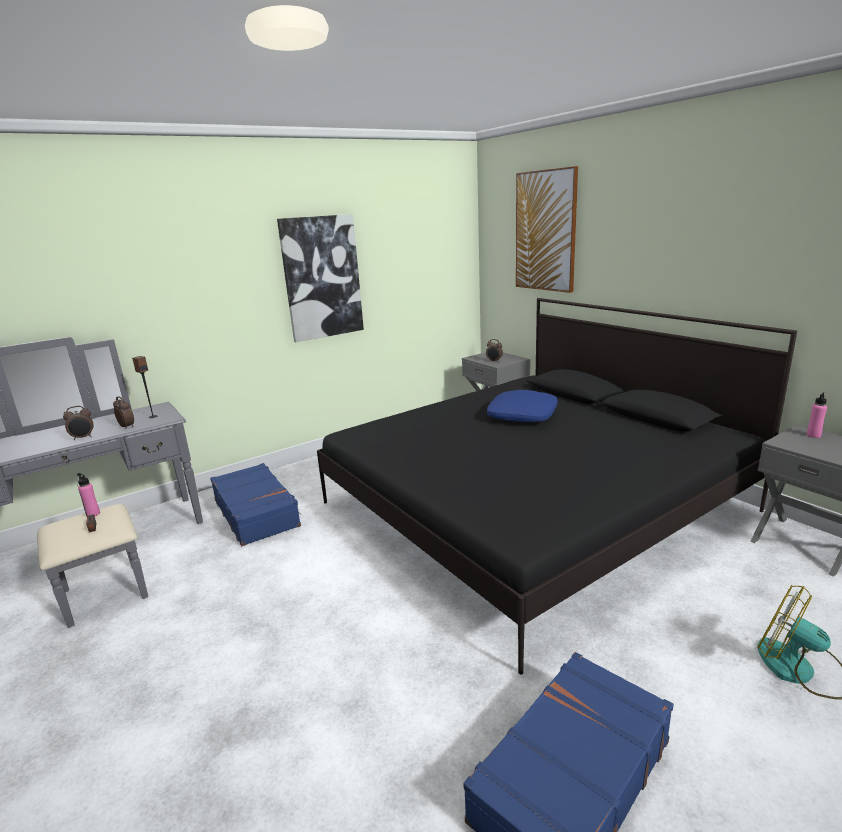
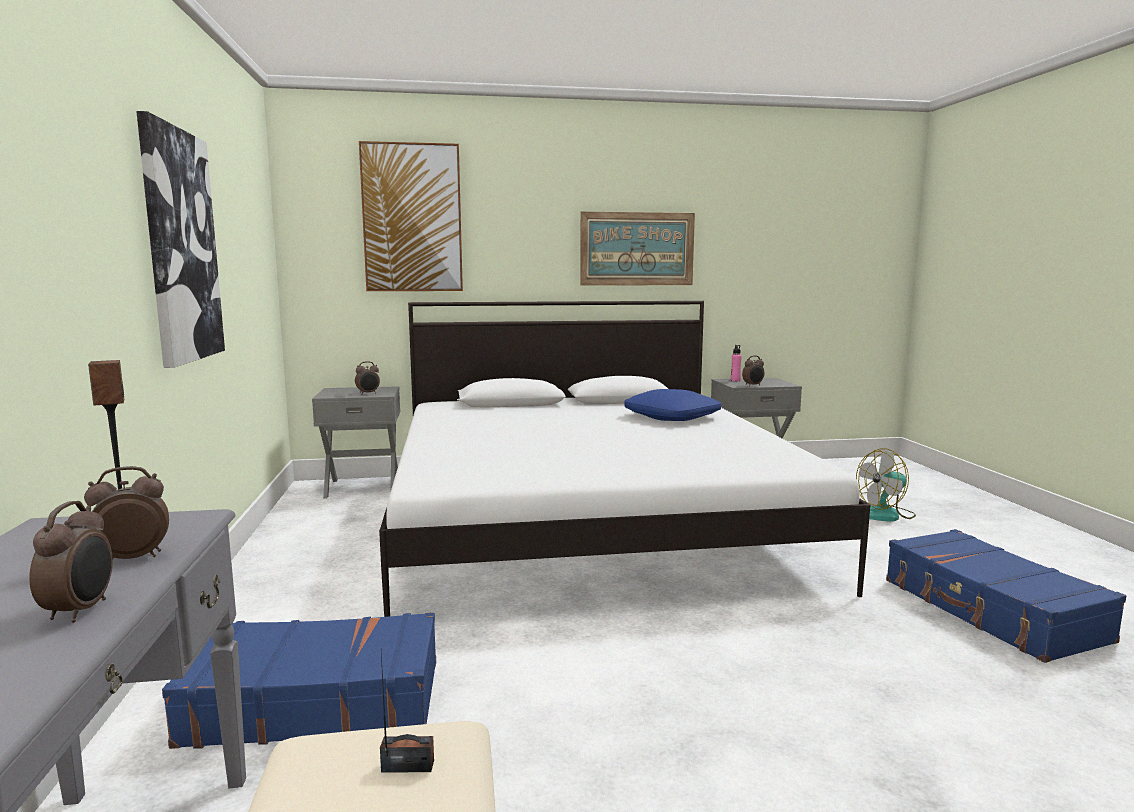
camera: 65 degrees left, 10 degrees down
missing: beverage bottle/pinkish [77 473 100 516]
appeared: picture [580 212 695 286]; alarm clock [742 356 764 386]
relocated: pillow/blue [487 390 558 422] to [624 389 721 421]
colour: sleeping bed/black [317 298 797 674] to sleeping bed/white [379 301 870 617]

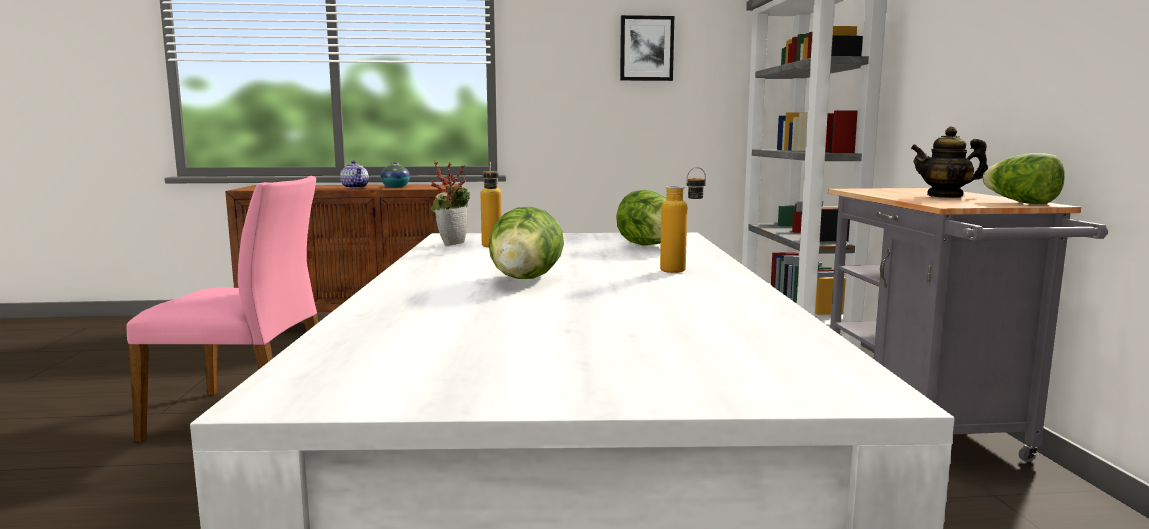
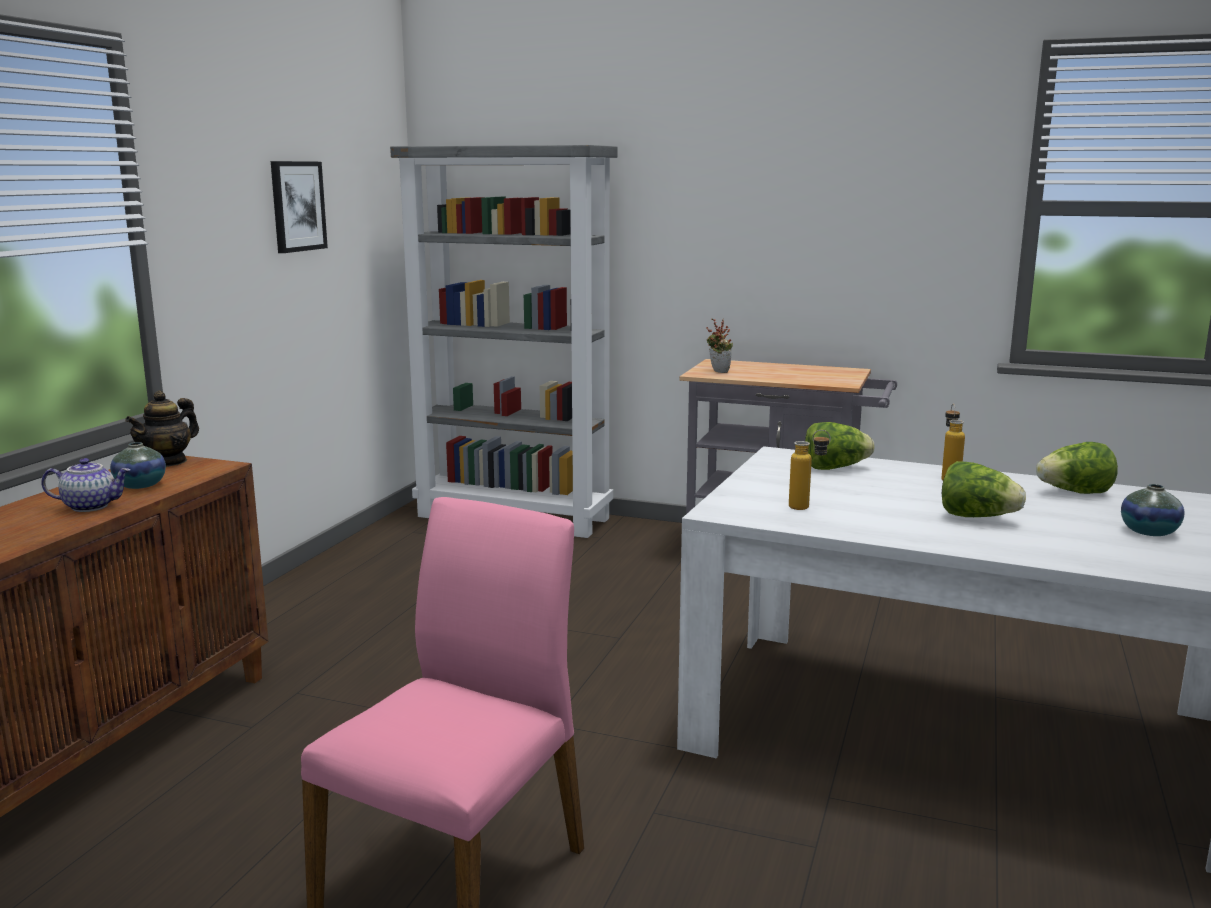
camera: 65 degrees left, 5 degrees up
appeared: flower vase [1121 484 1185 536]
relocated: pot for tea [911 126 988 198] to [125 390 199 467]; houseplant [431 160 470 245] to [706 318 733 373]; lettuce head [983 153 1065 204] to [1036 442 1118 494]

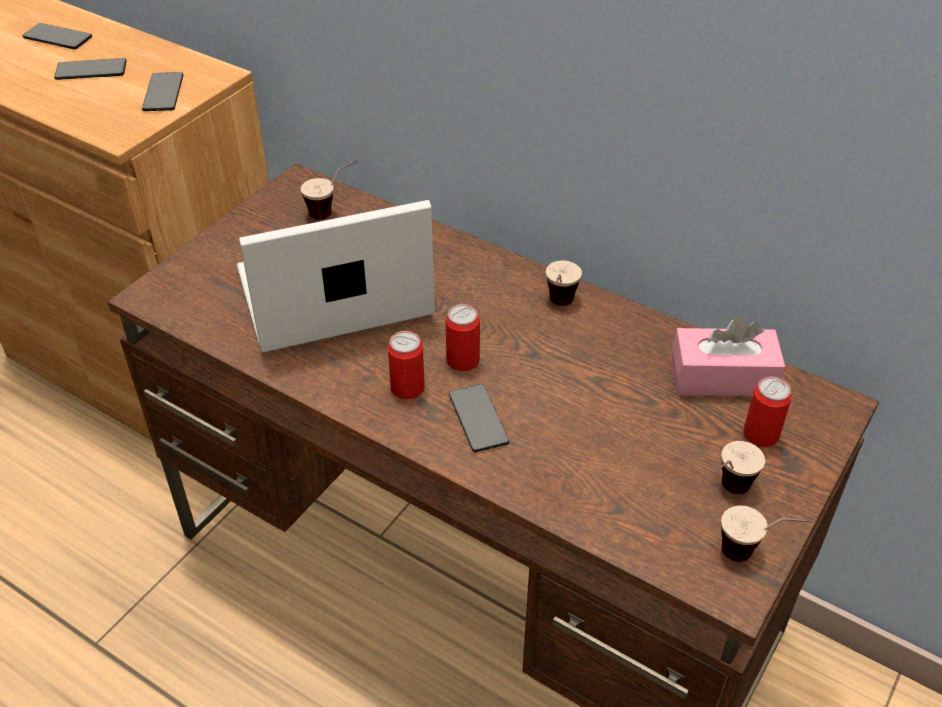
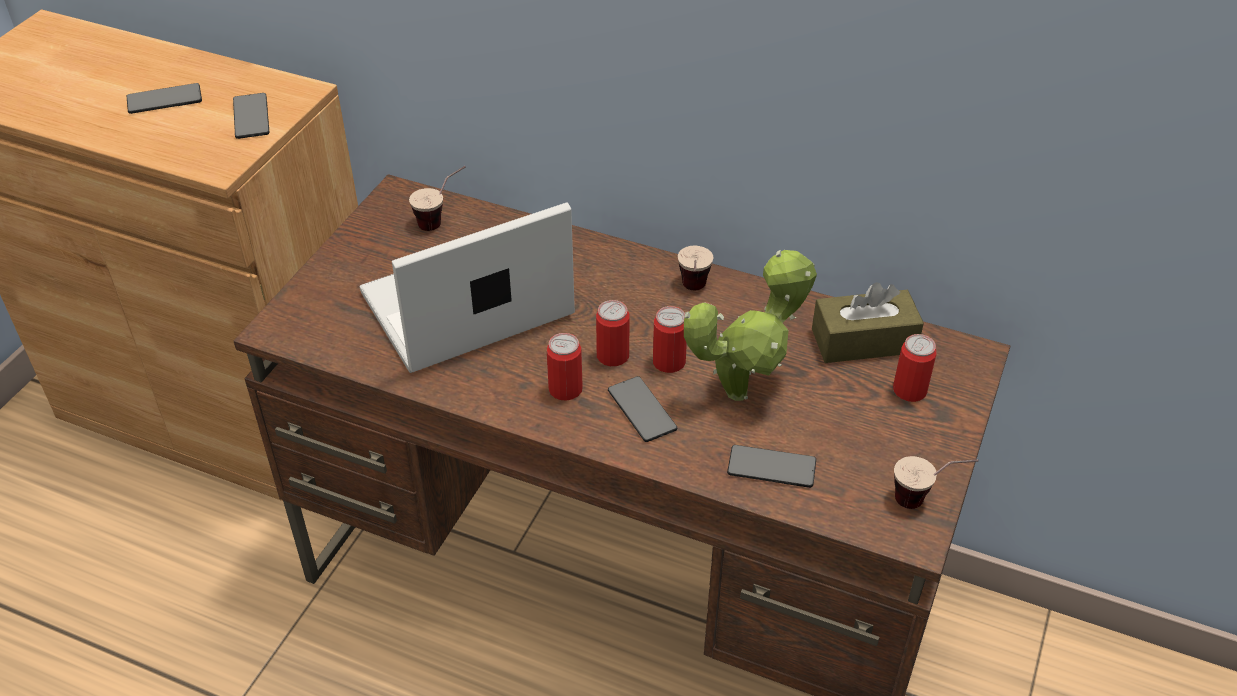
camera: 10 degrees left, 0 degrees up
missing: small cup [715 441 765 494]
appeared: can [653 306 687 373]; houseplant [684 250 817 401]
relocated: telephone [23 23 92 49] to [727 445 816 488]
colour: box of tissues/pinkish [671 317 785 396] to box of tissues/brown-coloured [812 282 924 363]

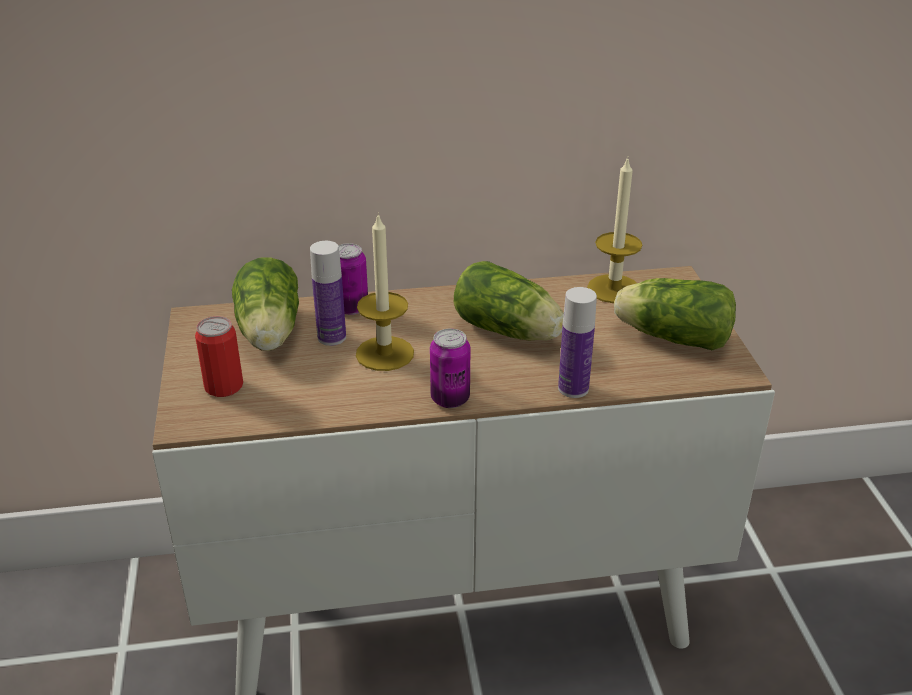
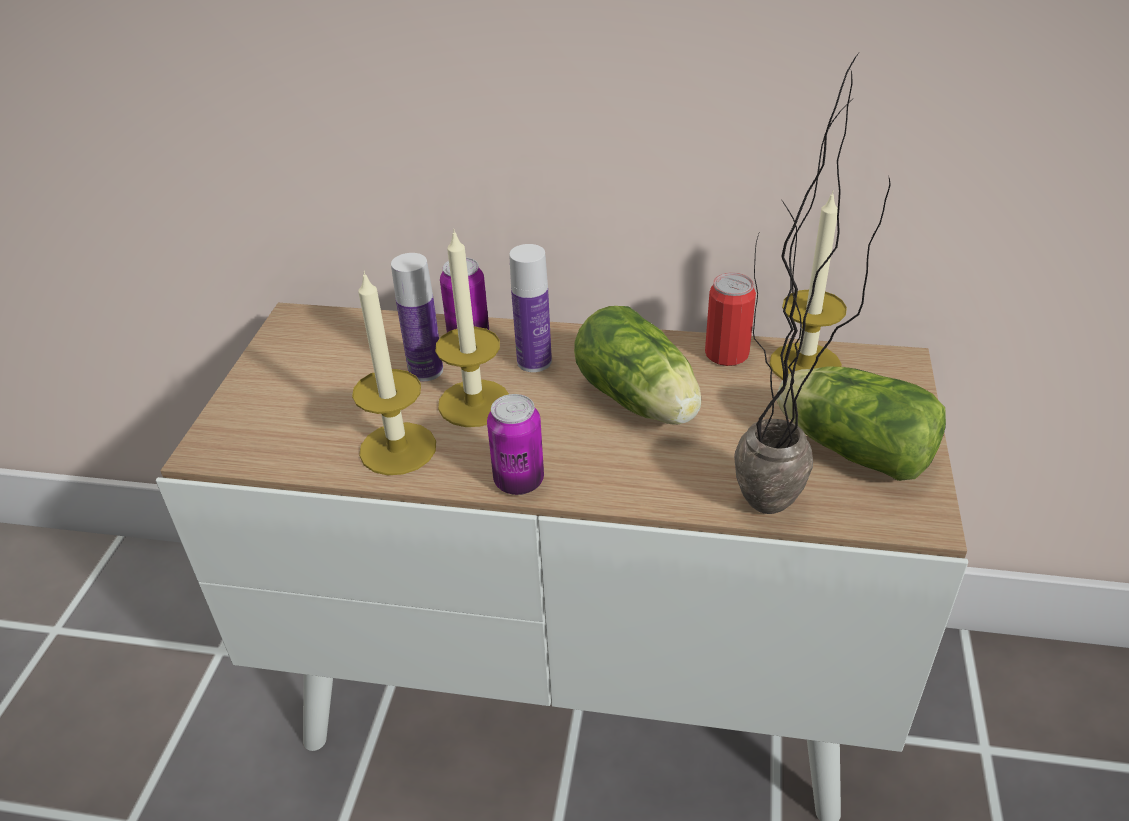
camera: 20 degrees right, 5 degrees up
missing: lettuce head [232 257 299 351]
appeared: wax candle [352 271 436 475]; houseplant [734 53 891 514]
relocated: beverage bottle [558 287 597 398] to [509 244 552 372]; can [195 316 243 397] to [705 273 756 366]

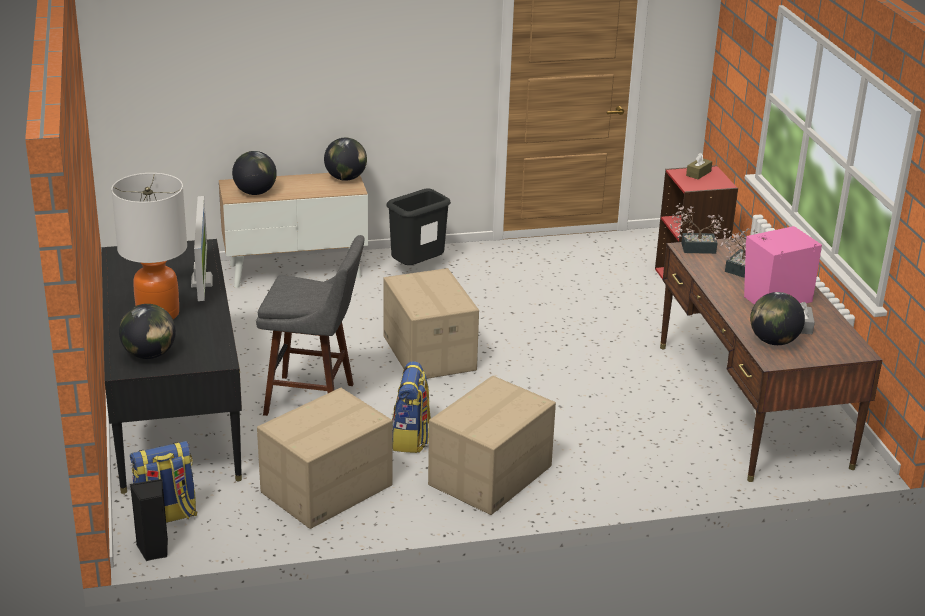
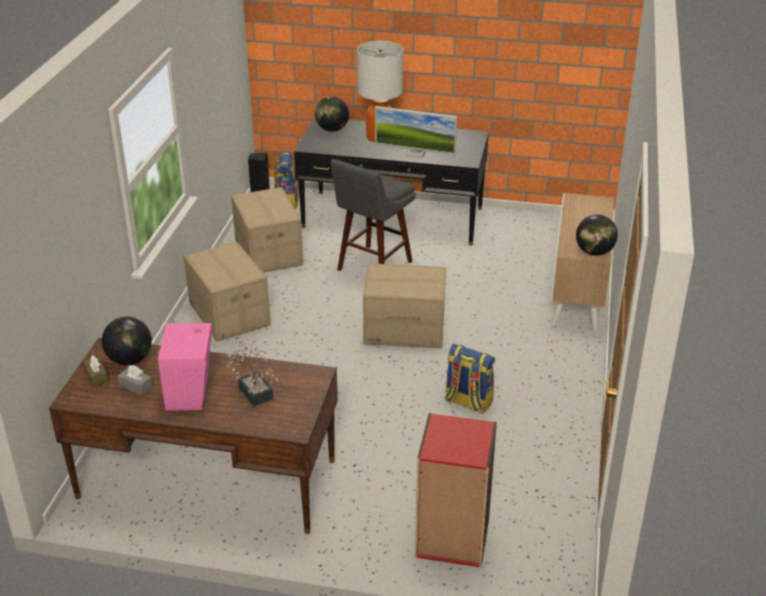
camera: 115 degrees right, 5 degrees up
missing: globe [232 151 277 195]; trash can/black [386 188 451 265]; houseplant [670 203 727 254]
relocated: box of tissues/brown-coloured [686 152 712 179] to [83 355 108 387]; rucksack [392 361 431 453] to [445 344 495 414]

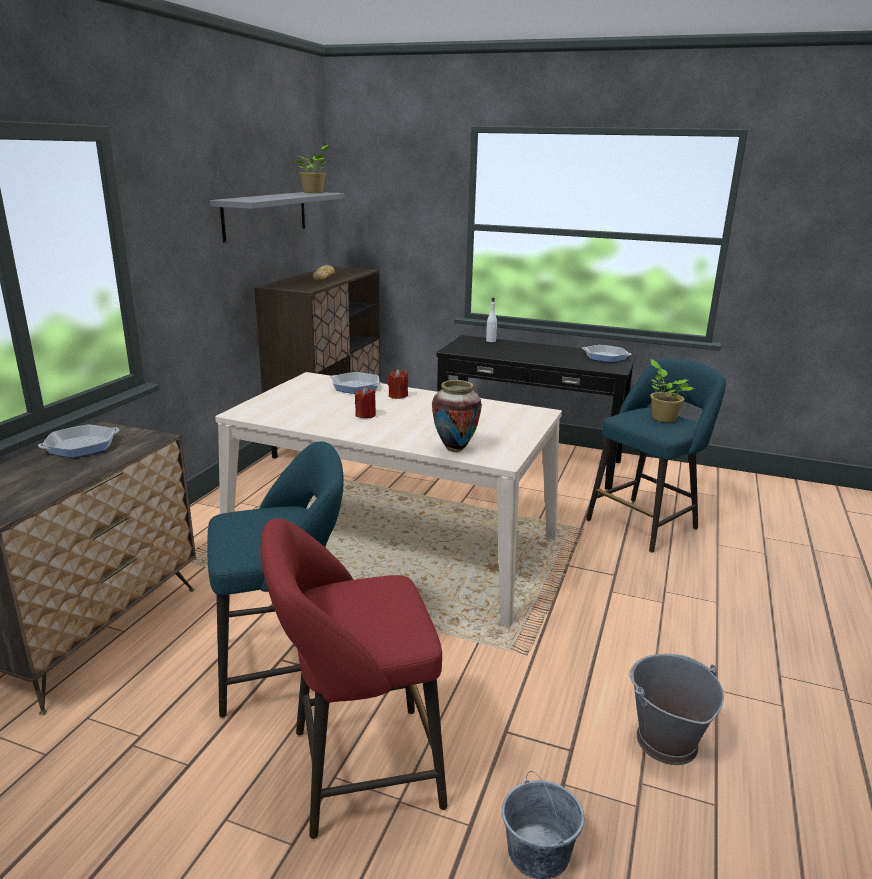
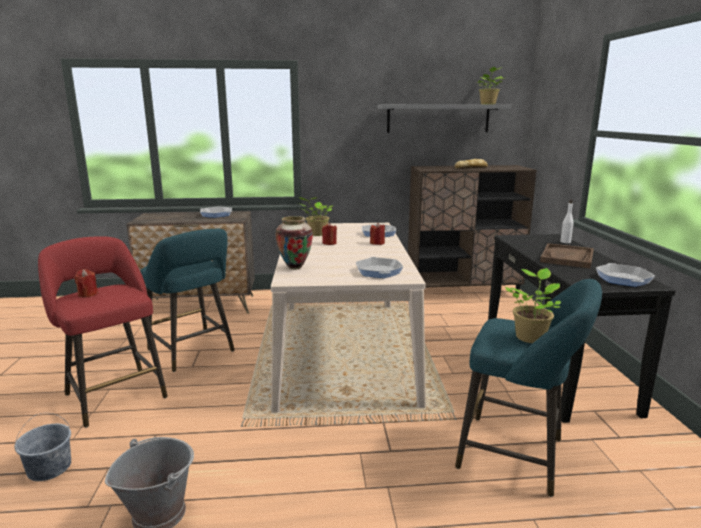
camera: 65 degrees right, 5 degrees down
appeared: wax candle/reddish [74 269 98 297]; houseplant [298 197 333 236]; pan [356 257 403 278]; carrying tray/brown-coloured [540 243 594 269]

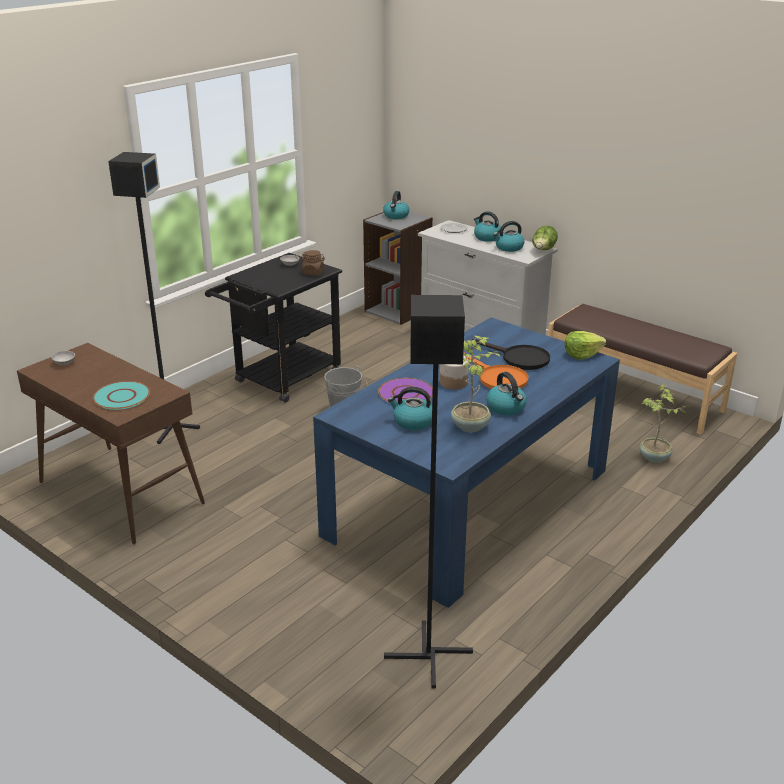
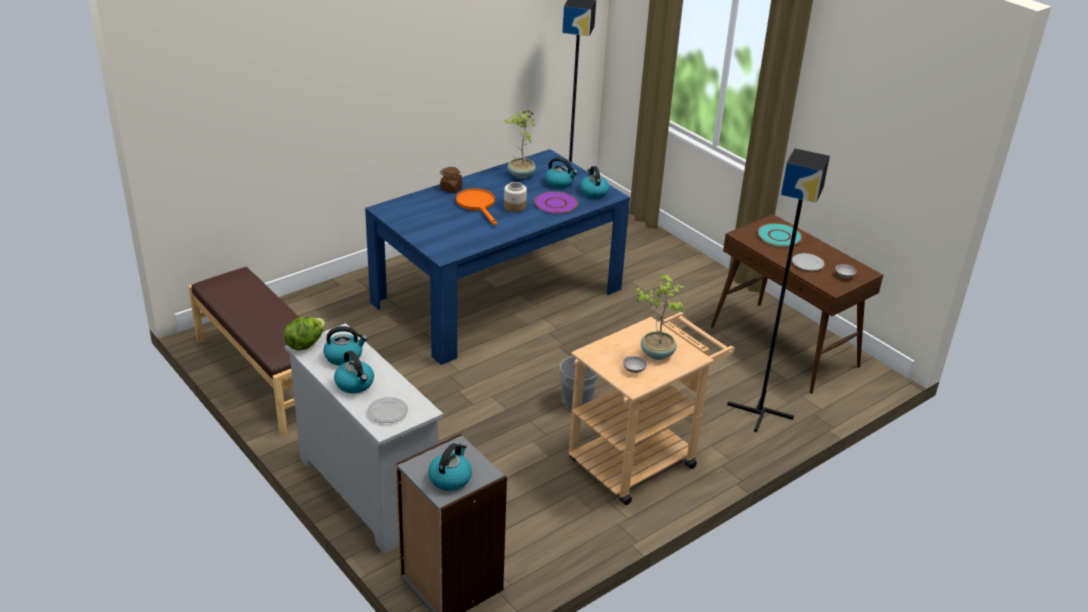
camera: 170 degrees left, 5 degrees up
missing: pan/black [472 339 550 370]; lettuce head [564 331 606 360]
appeared: dinner plate [792 253 825 271]
relocated: storage jar/brown-coloured [301 250 325 276] to [440 167 462 193]; kettle [486 372 527 415] to [579 166 609 199]; houseplant [639 384 690 463] to [635 274 685 360]
colour: trolley/black [205 253 342 403] to trolley/beige [569 312 735 505]

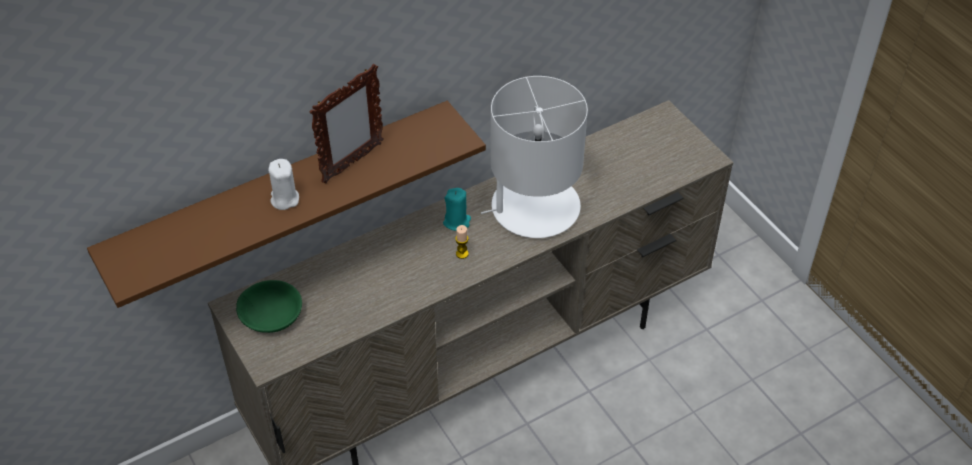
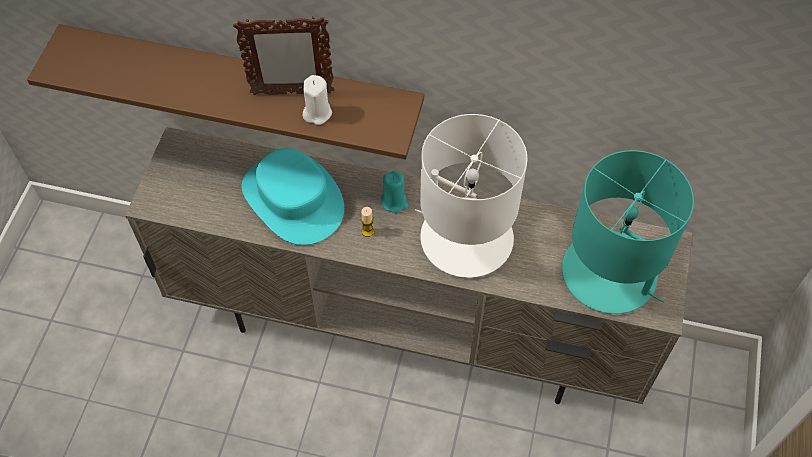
camera: 45 degrees right, 10 degrees up
missing: deep dish/green-coloured [236 280 302 333]
appeared: clothing hat/blue-green [242 148 344 245]; table lamp/blue-green [562 150 694 314]
relocated: wax candle/white [268 159 299 210] to [302 75 332 125]

